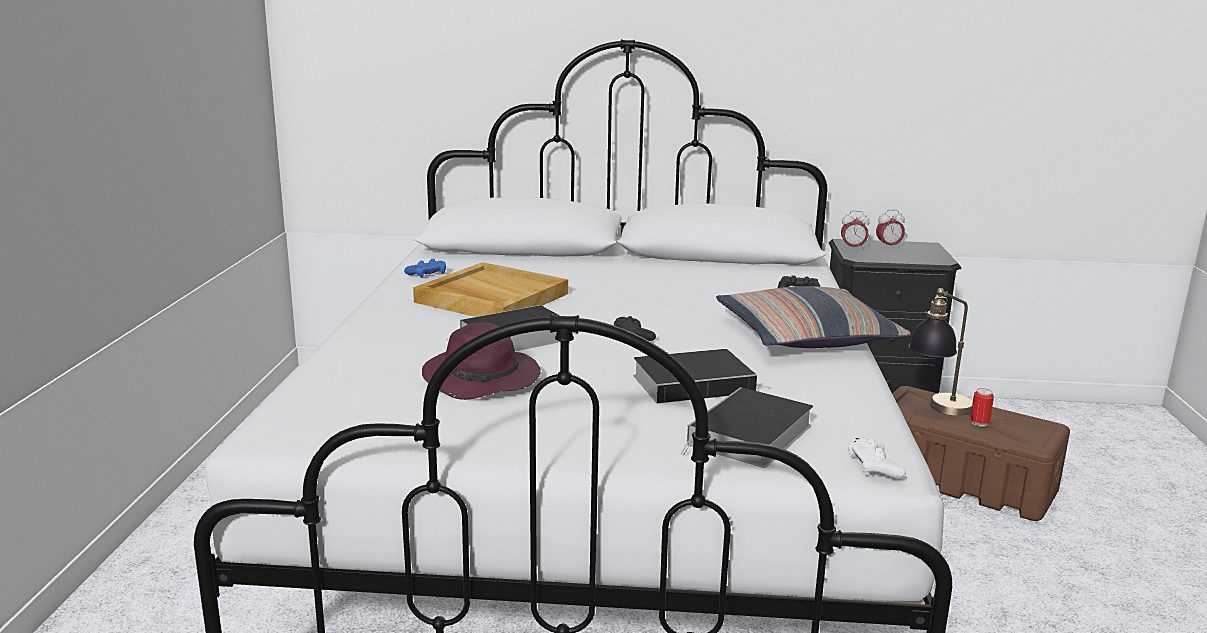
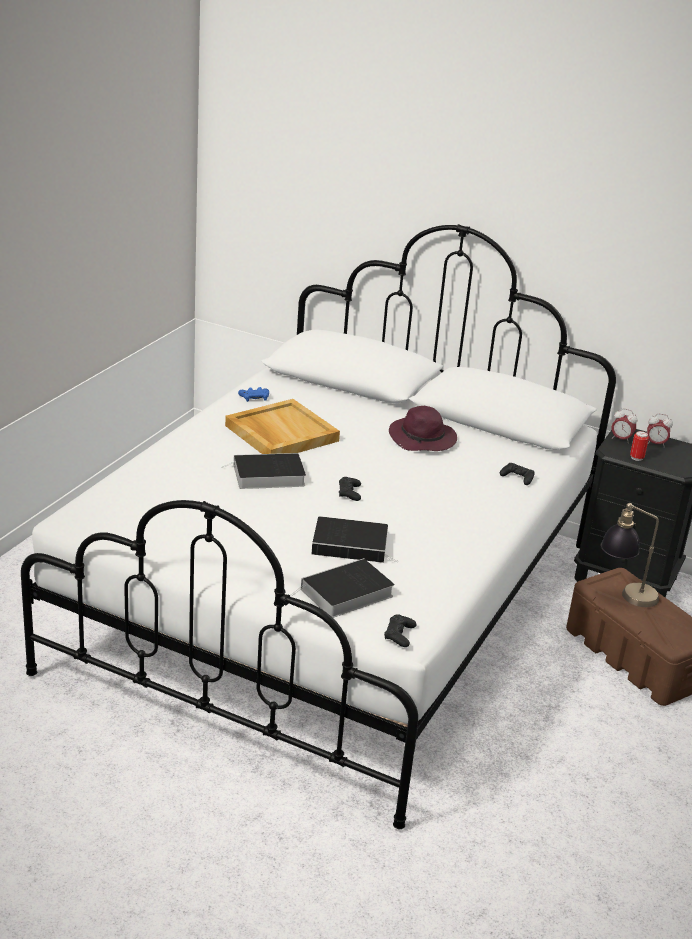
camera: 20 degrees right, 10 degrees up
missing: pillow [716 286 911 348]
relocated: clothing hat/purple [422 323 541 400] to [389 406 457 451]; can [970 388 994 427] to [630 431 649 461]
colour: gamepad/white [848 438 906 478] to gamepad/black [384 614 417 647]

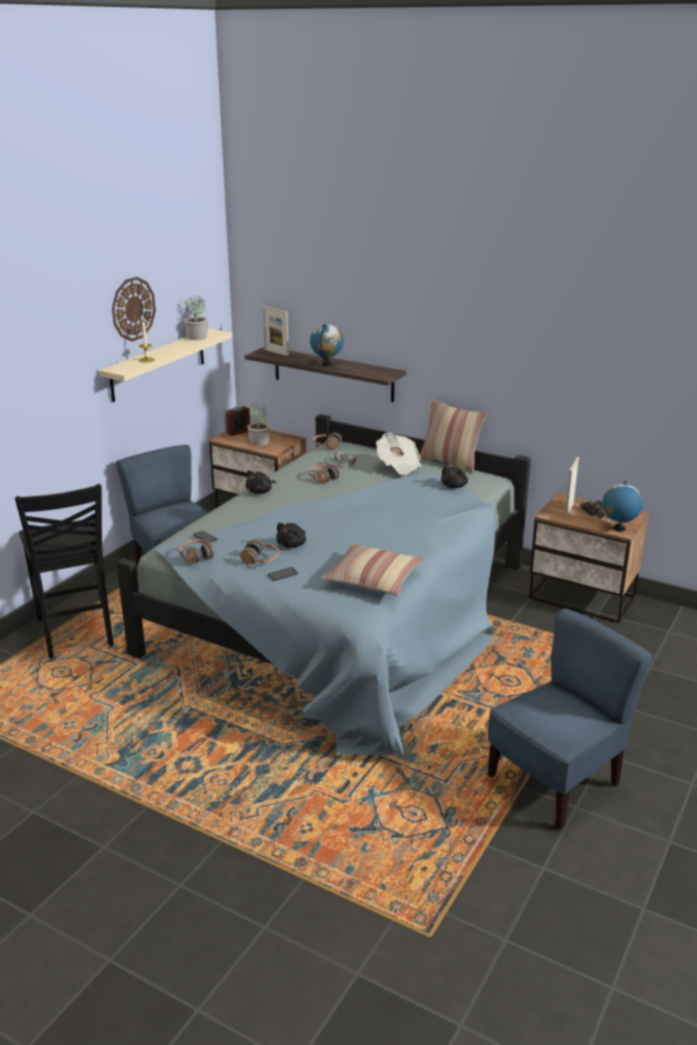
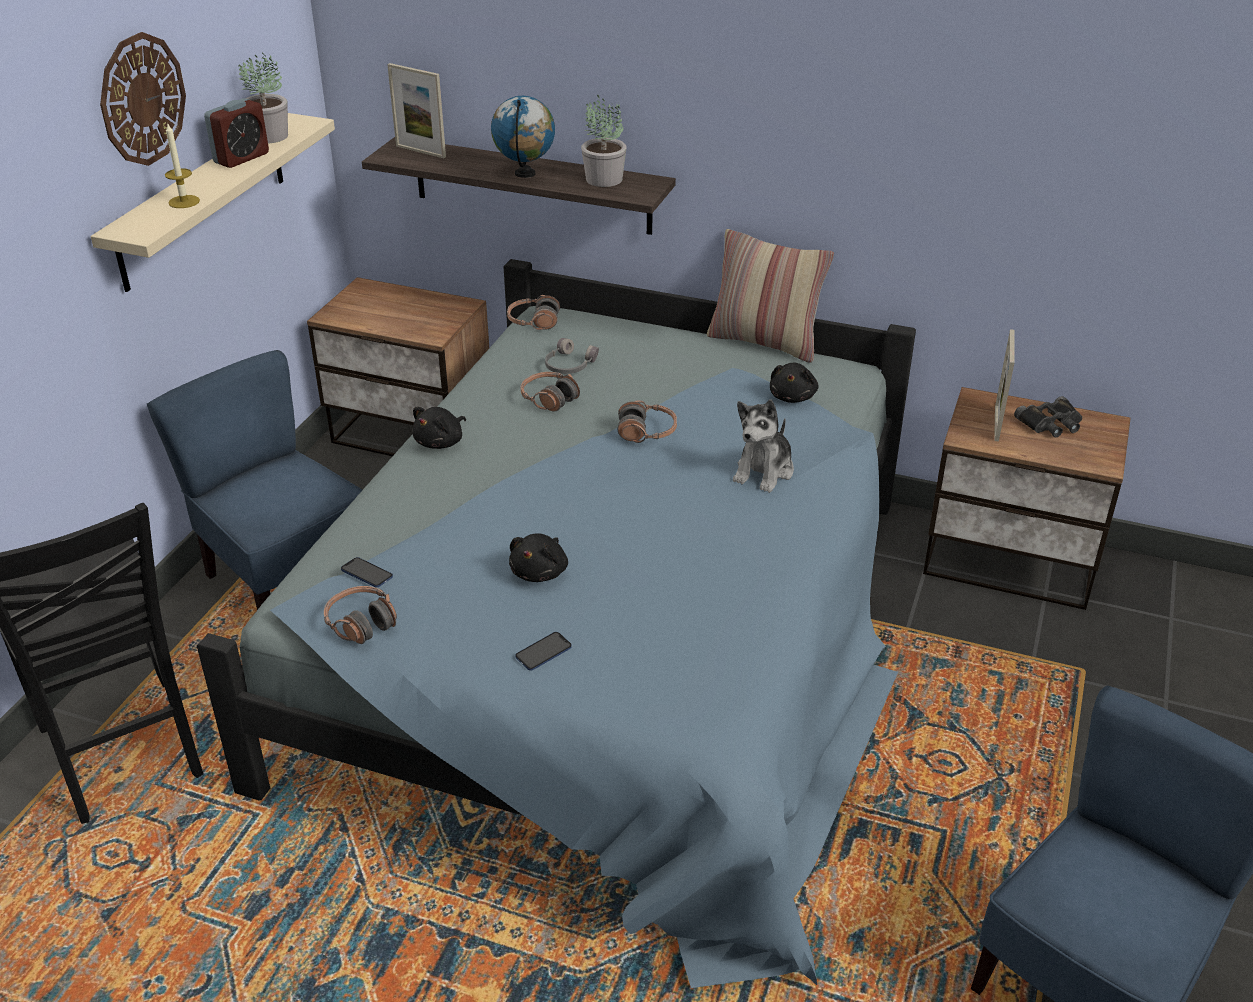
camera: 10 degrees left, 10 degrees up
missing: pillow [321 544 425 596]; printed paper [376 433 422 475]; globe [603 481 643 531]
appeared: soft toy [733 399 794 493]
relocated: alarm clock [224 406 250 436] to [204 98 269 168]; houseplant [247 402 270 446] to [581 95 627 187]; headset [240 540 279 565] to [617 400 677 443]

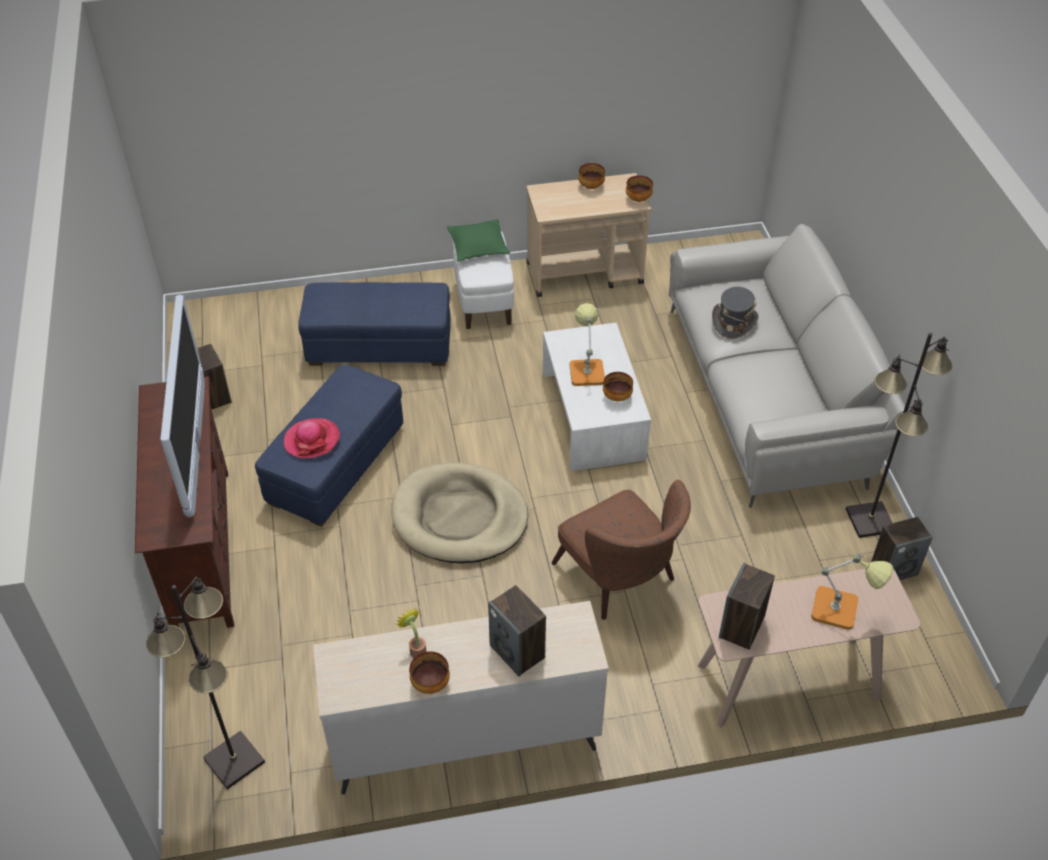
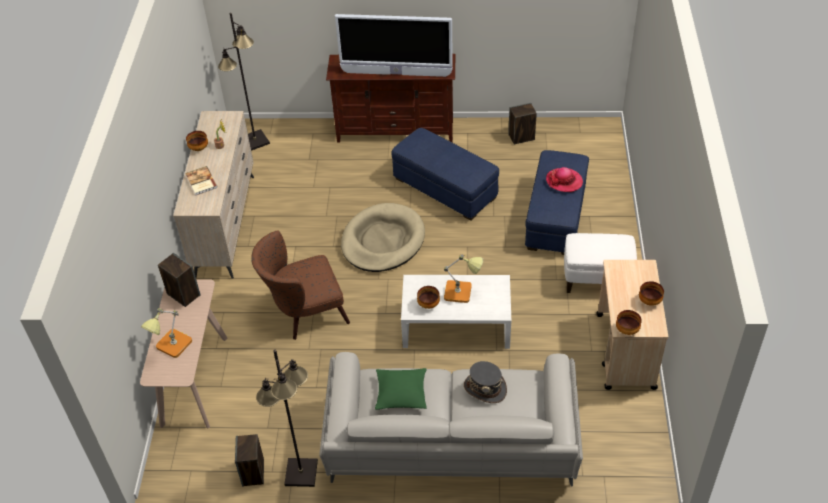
camera: 105 degrees right, 0 degrees up
relocated: pillow/green-coloured [447 219 510 262] to [375 368 427 410]; clothing hat [284 418 340 458] to [546 167 583 192]
exchanged: loudspeaker [488 585 546 676] to book [185 166 218 195]

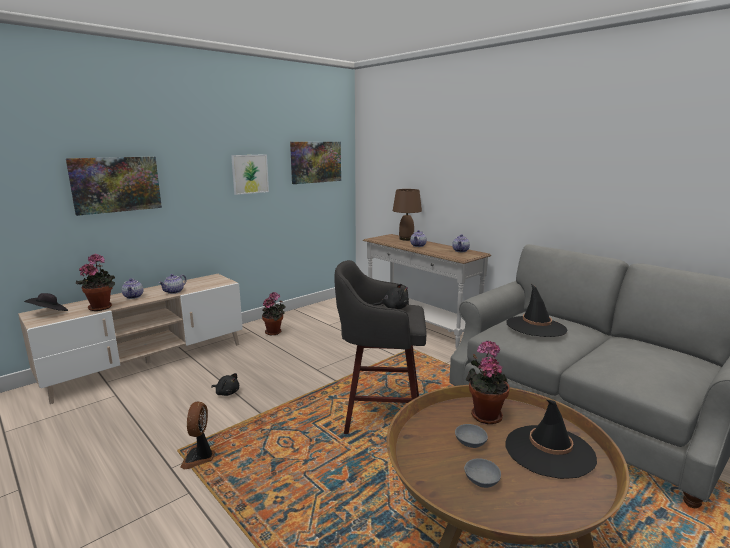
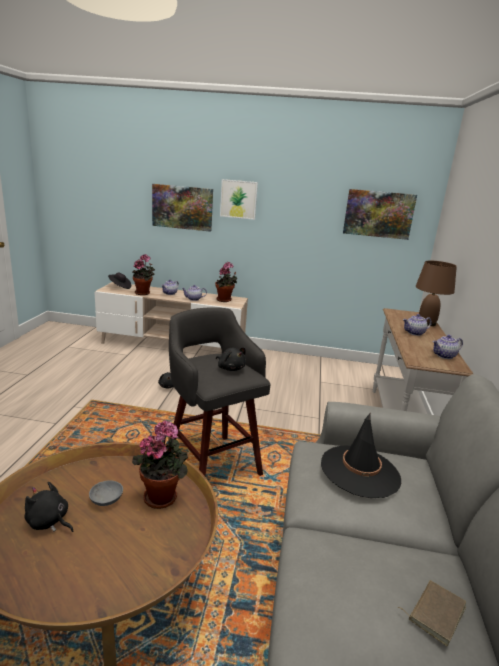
camera: 50 degrees right, 5 degrees up
missing: electric fan [180 402 216 469]; clothing hat/black [505 400 597 479]
appeared: book/brown-coloured [398 580 466 646]
relocated: houseplant [262 292 286 335] to [215 262 237 302]; picture [231 154 269 195] to [220 179 258 220]
exchanged: deep dish/grey [464 459 501 488] to soft toy/black [24 482 73 532]

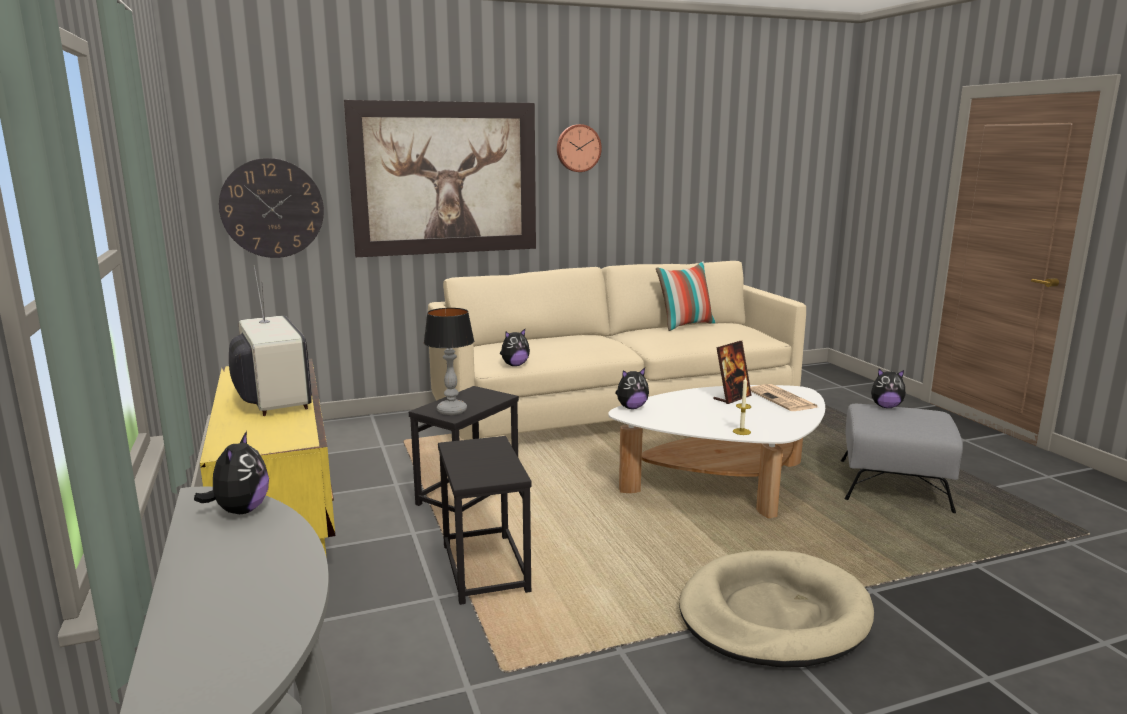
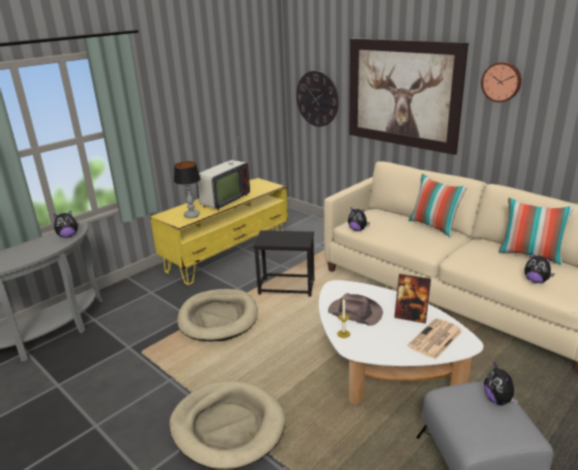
camera: 65 degrees right, 10 degrees up
appeared: clothing hat/brown-coloured [328 293 383 326]; pillow [409 174 467 237]
relocated: table lamp [424 308 474 415] to [174 161 201 218]; soft toy [615 368 649 409] to [524 253 554 283]
exchanged: side table/black [438 436 532 605] to pet bed/beige [177 289 258 341]

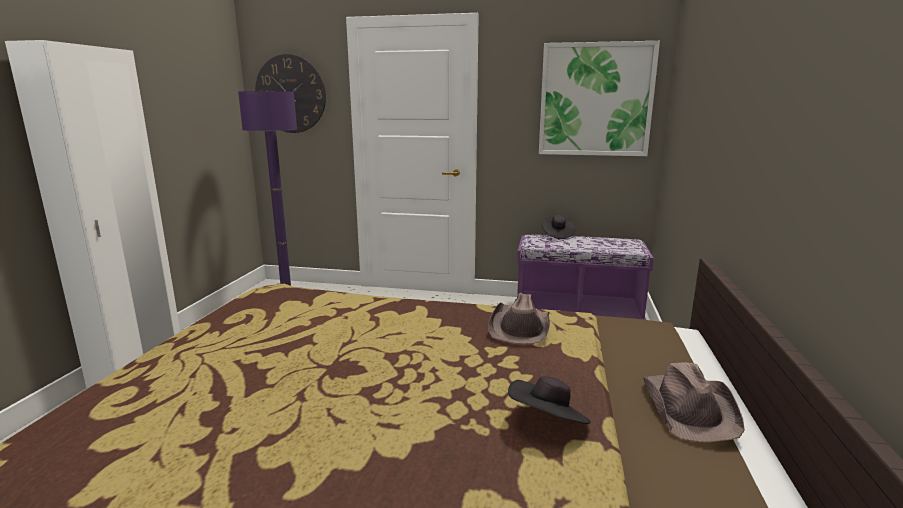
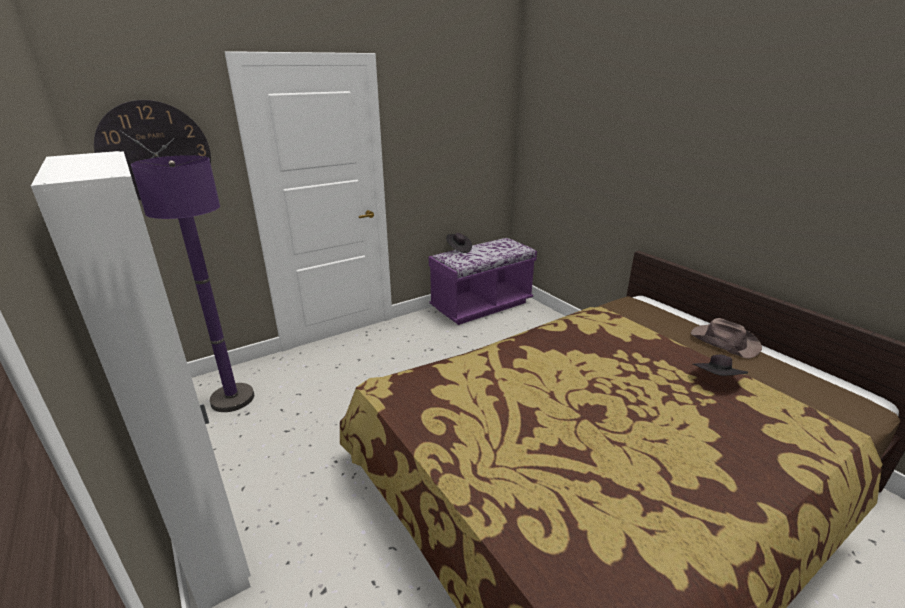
camera: 45 degrees left, 10 degrees up
missing: clothing hat/brown-coloured [488 293 550 345]; picture [539 41 660 156]

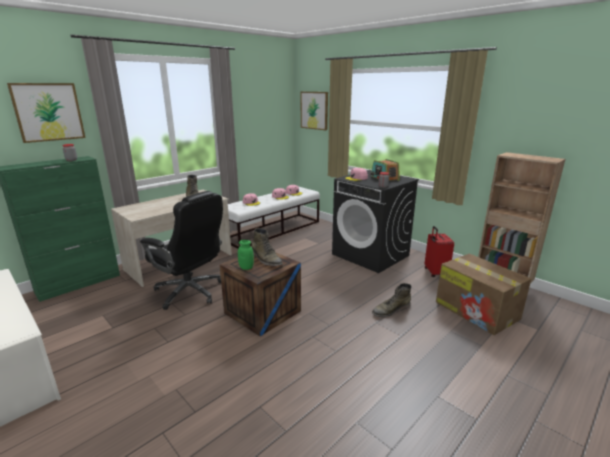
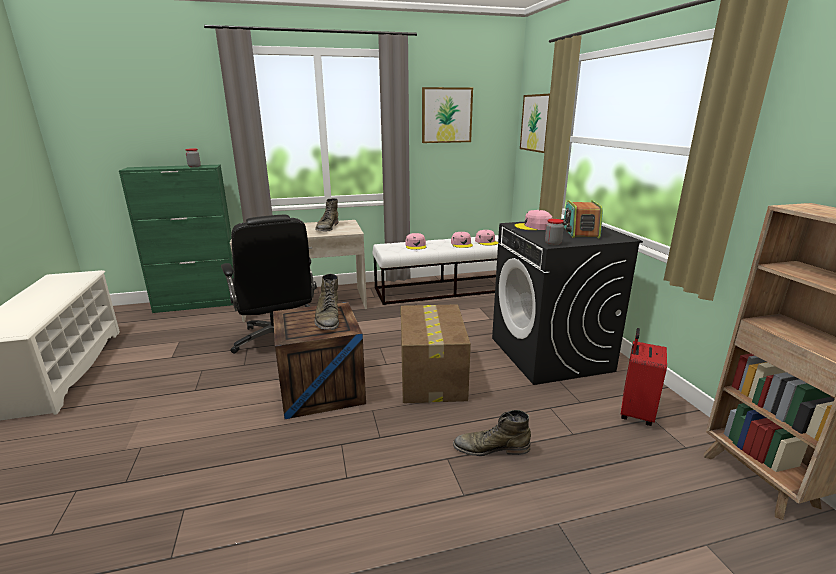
camera: 30 degrees right, 0 degrees up
missing: storage jar/green-coloured [238 240 254 270]
relocated: carton [436 254 531 335] to [401 304 471 403]; picture [7 83 86 143] to [422 87 473 143]

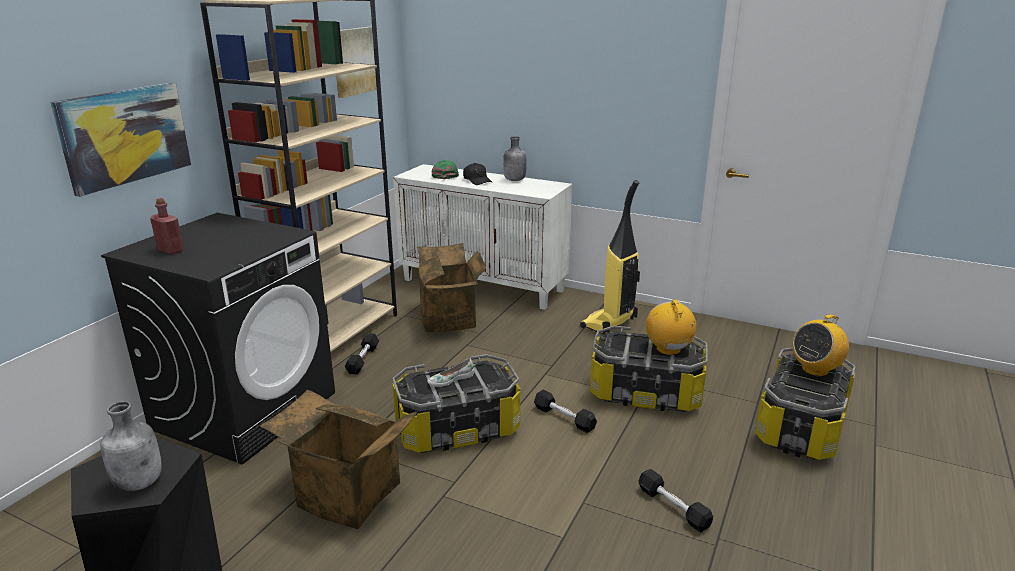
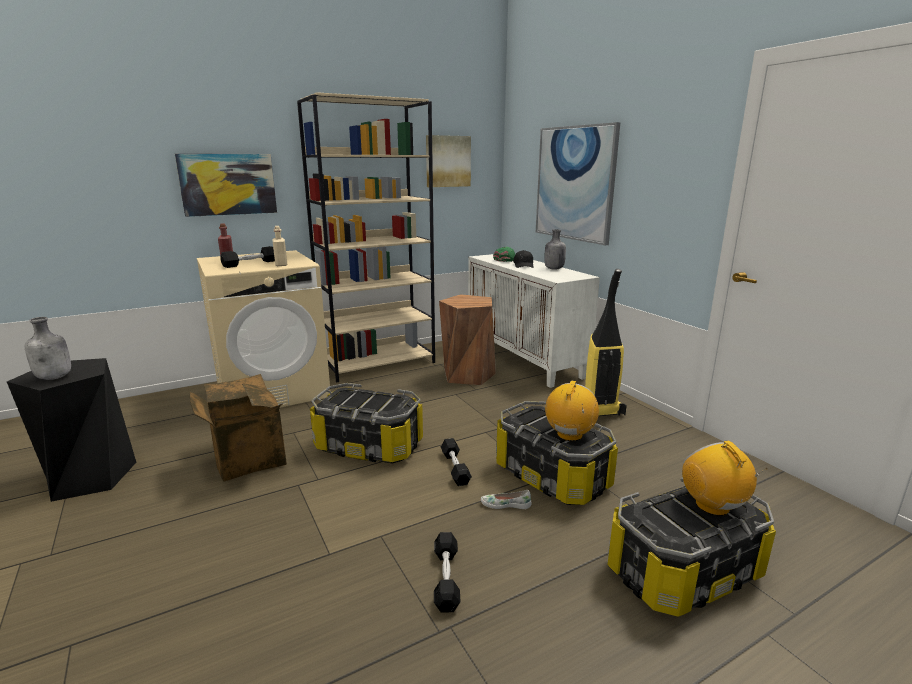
camera: 35 degrees right, 5 degrees down
appeared: beverage bottle/beige [273 226 287 266]; picture [536 122 621 245]
relocated: hand weight/black [345 333 379 375] to [220 246 275 268]; low shoe/white [427 358 474 387] to [481 490 532 509]
exchanged: carton [417 243 486 332] to stool seat/brown-coloured [439 294 496 385]
colour: laundry machine/black [101 213 335 464] to laundry machine/beige [197 250 331 408]
spun: radio set [792 315 849 376] = [682 440 767 516] 75 degrees clockwise

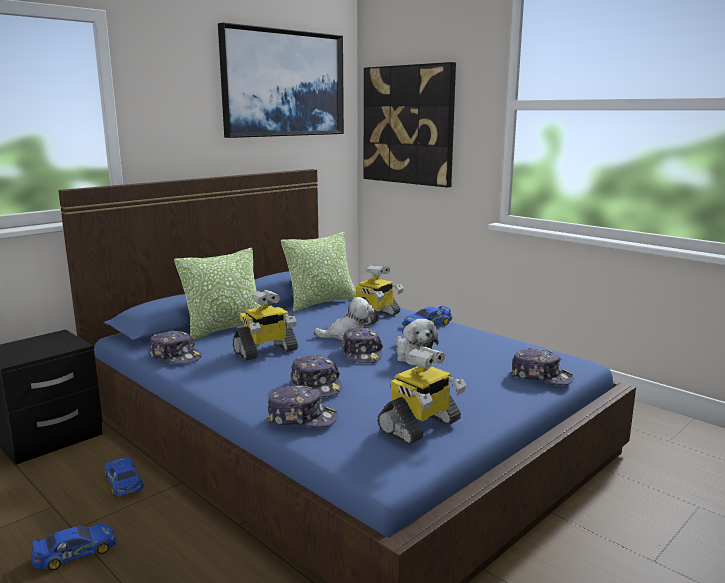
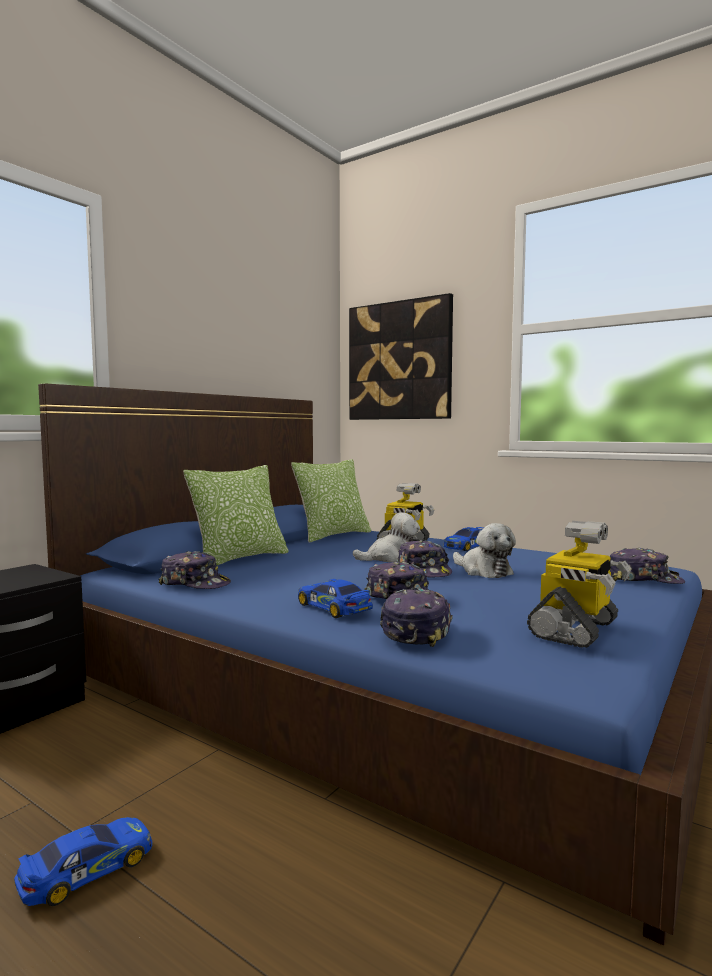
camera: 10 degrees left, 10 degrees down
missing: picture [218 22 344 138]; toy robot [233 290 298 361]
relocated: miniature car [104 458 144 497] to [298 579 373 618]
spun: peaked cap [267 385 338 427] = [380 588 453 647] 75 degrees counterclockwise

